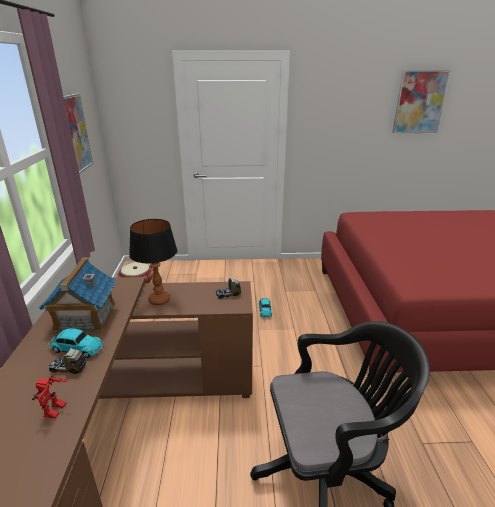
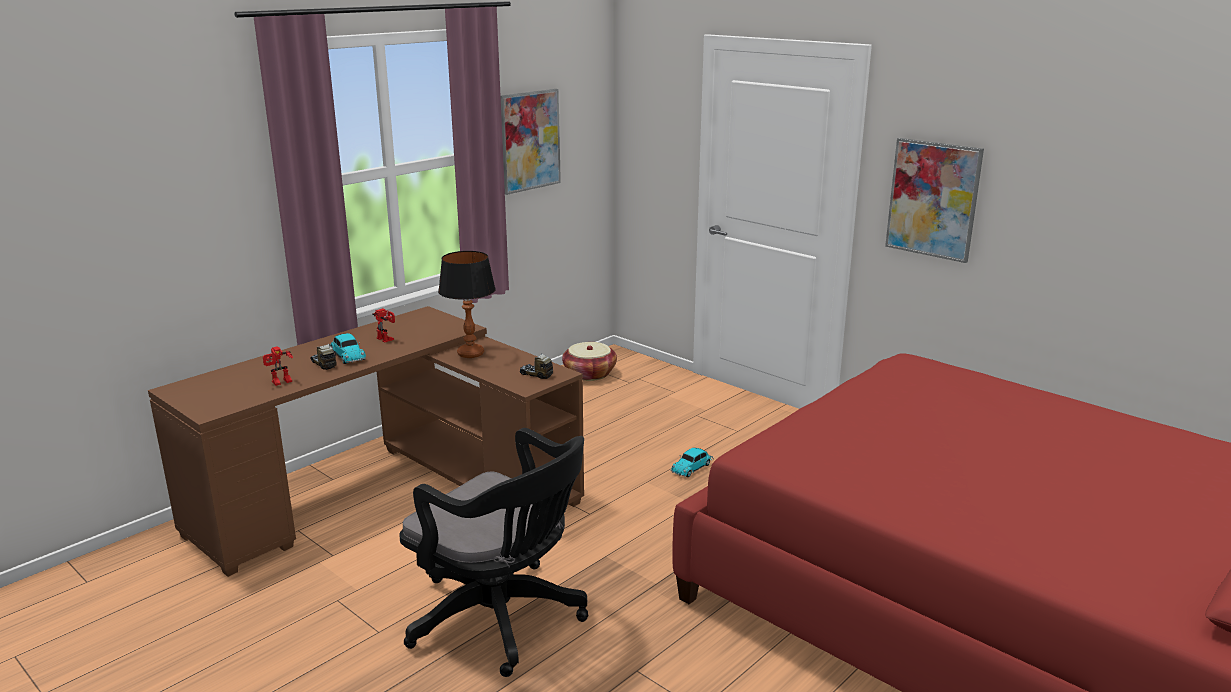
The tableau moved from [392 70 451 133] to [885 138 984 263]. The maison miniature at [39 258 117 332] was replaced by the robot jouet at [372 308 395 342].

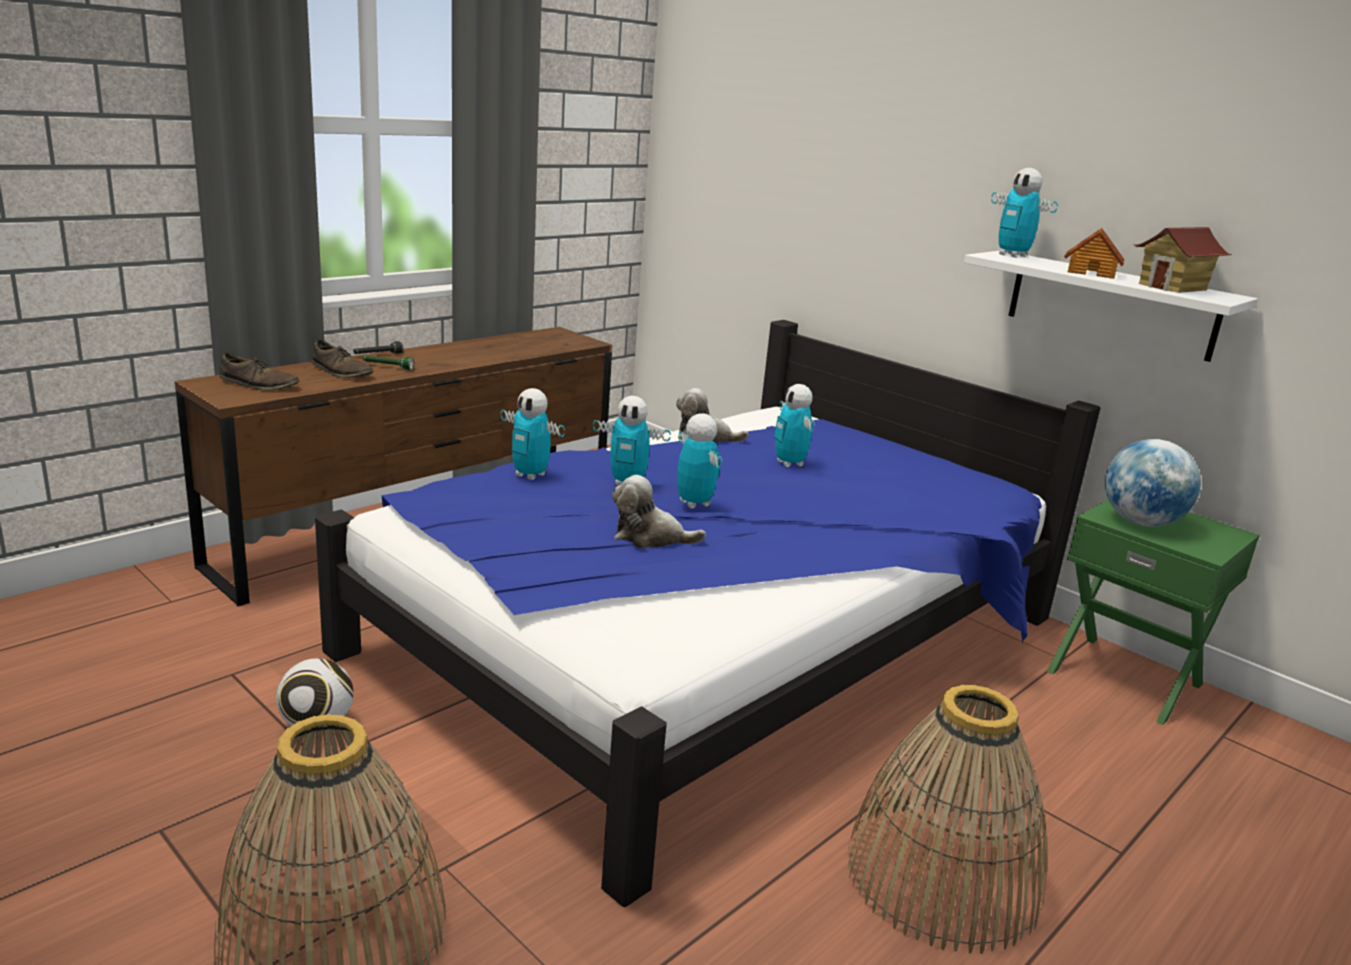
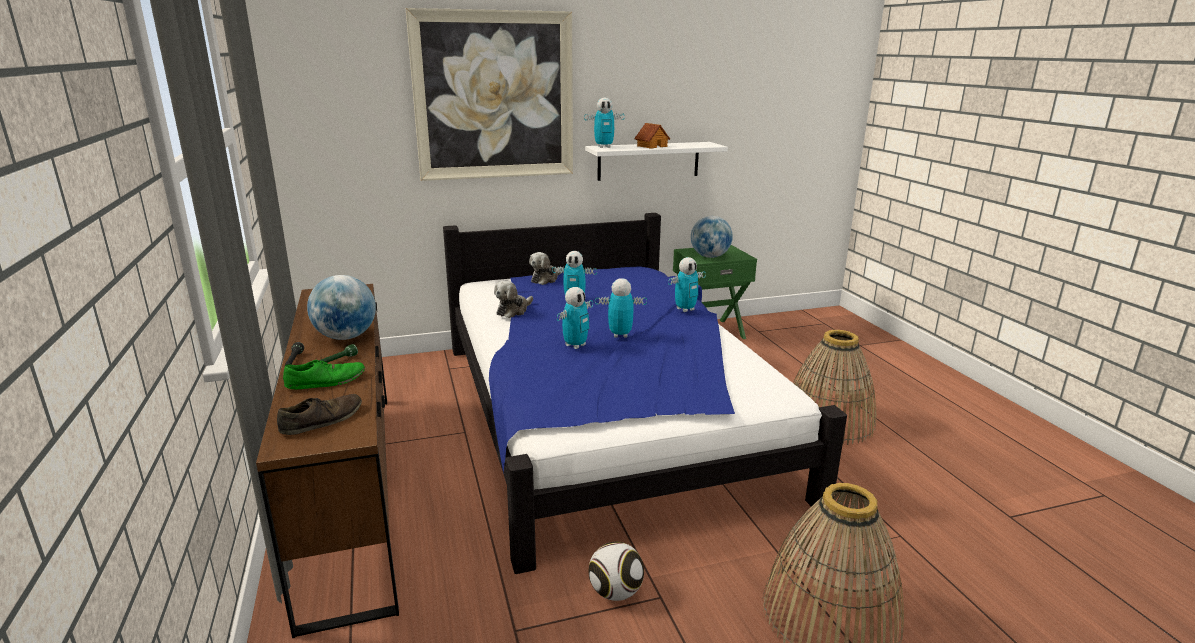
The maison miniature at [1133 227 1233 293] disappeared. The globe at [307 275 376 340] appeared. The tableau at [406 8 573 181] appeared. The robot jouet moved from [500 388 565 480] to [668 257 706 312]. The peluche moved from [612 475 706 549] to [529 252 561 285]. The chaussure [marron] at [311 339 373 378] became the chaussure [vert] at [283 360 365 390].

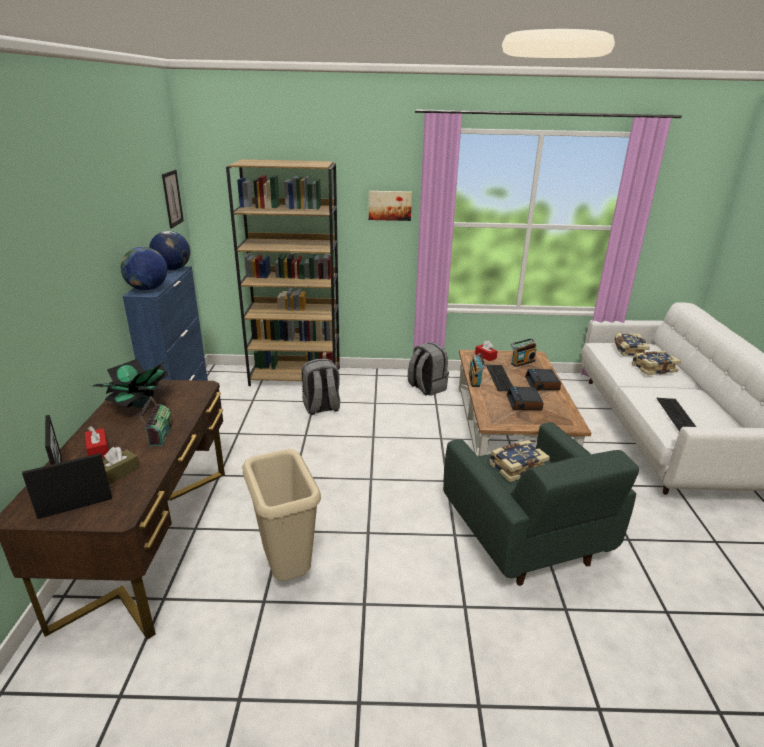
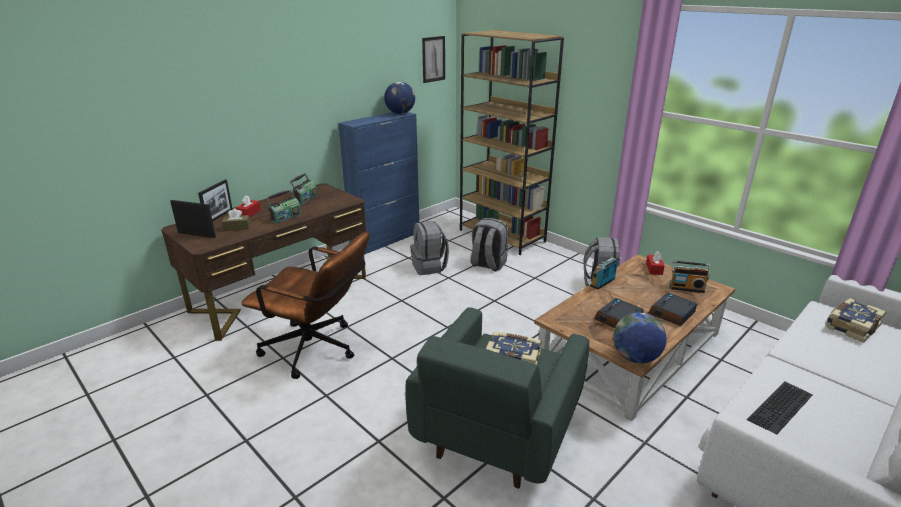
The tableau at [369 191 412 221] disappeared. The clavier at [486 365 513 391] disappeared. The livre at [632 351 681 375] disappeared. The sac à dos [gris] at [410 221 449 275] appeared. The globe moved from [121 247 167 291] to [613 313 667 363]. The plante en pot at [93 359 169 408] was replaced by the radio at [290 173 317 204]. The poubelle [beige] at [242 449 321 581] was replaced by the chaise de bureau [marron] at [242 231 370 379].

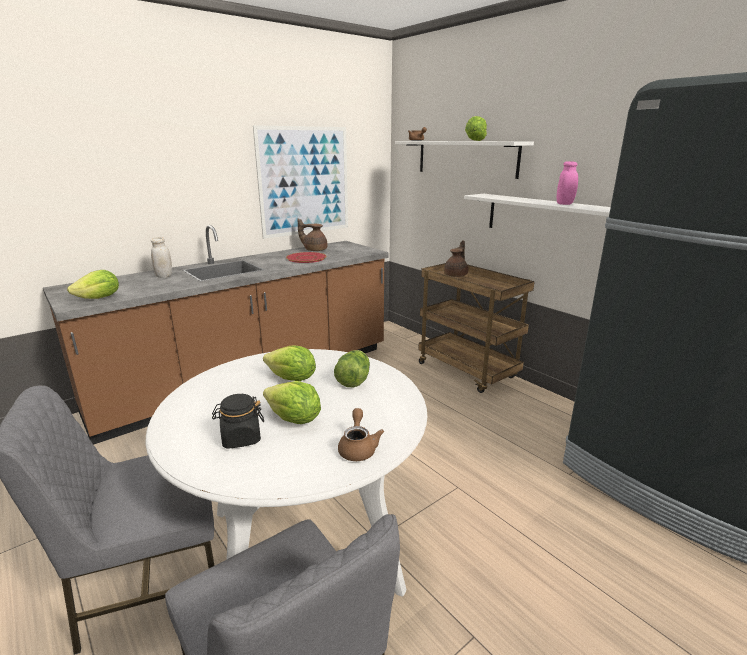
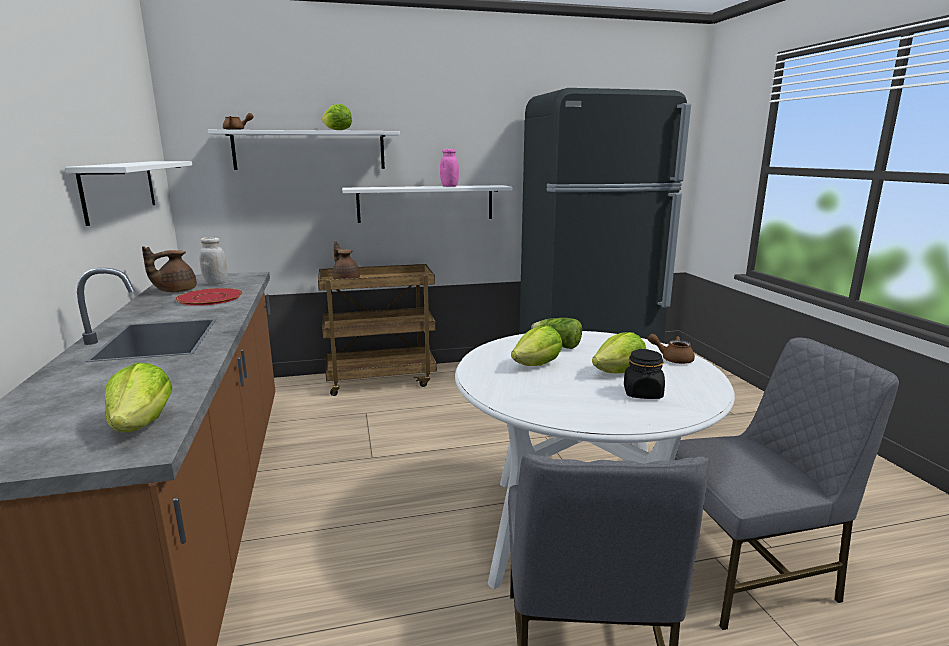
The bocal [blanc] moved from [151 237 172 278] to [199 237 227 285]. The tableau at [253 125 348 239] was replaced by the étagère [blanc] at [65 161 192 226].

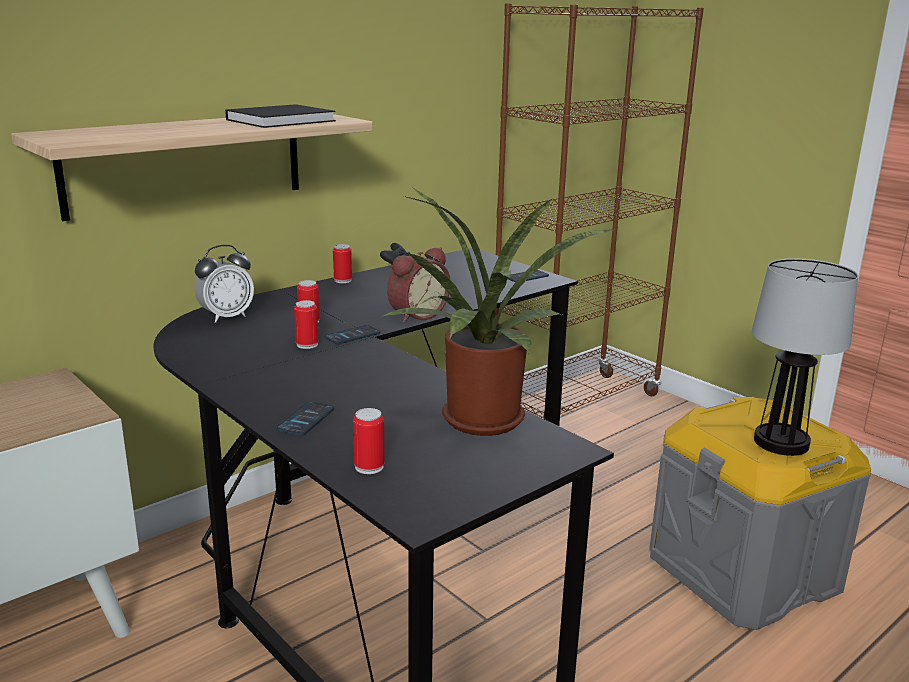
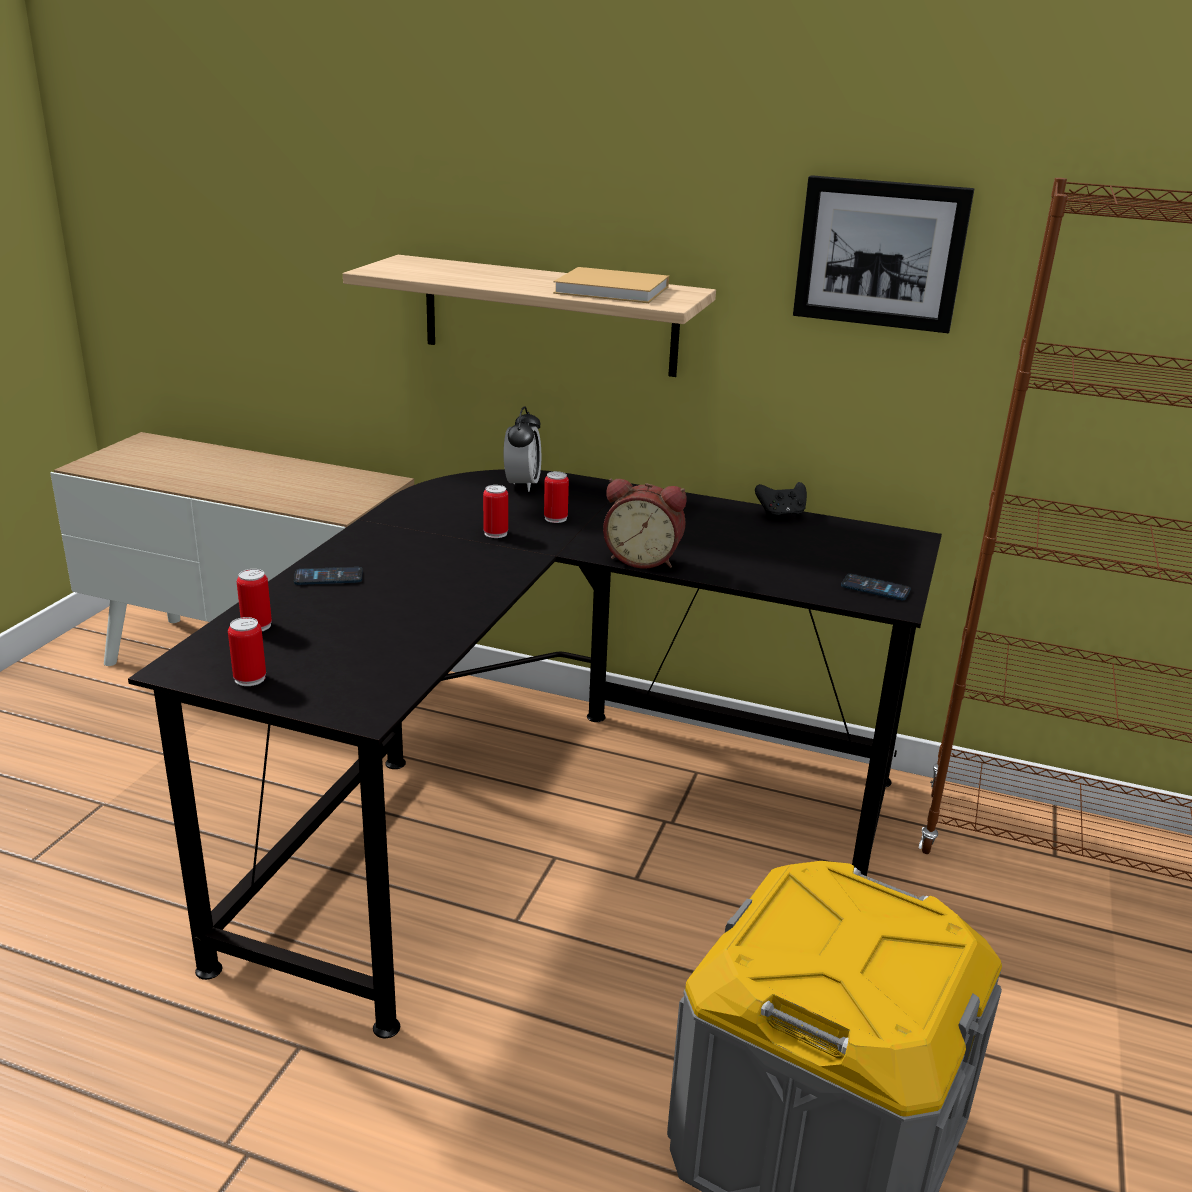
The téléphone at [324 325 380 344] disappeared. The plante en pot at [383 188 613 436] disappeared. The lampe de table at [752 258 858 456] disappeared. The tableau at [793 175 974 333] appeared. The boîte métallique moved from [333 244 352 283] to [228 617 266 686]. The livre [noir] at [225 104 336 128] became the livre [beige] at [553 267 669 303]. The réveil at [194 245 254 323] turned 105 degrees counterclockwise.

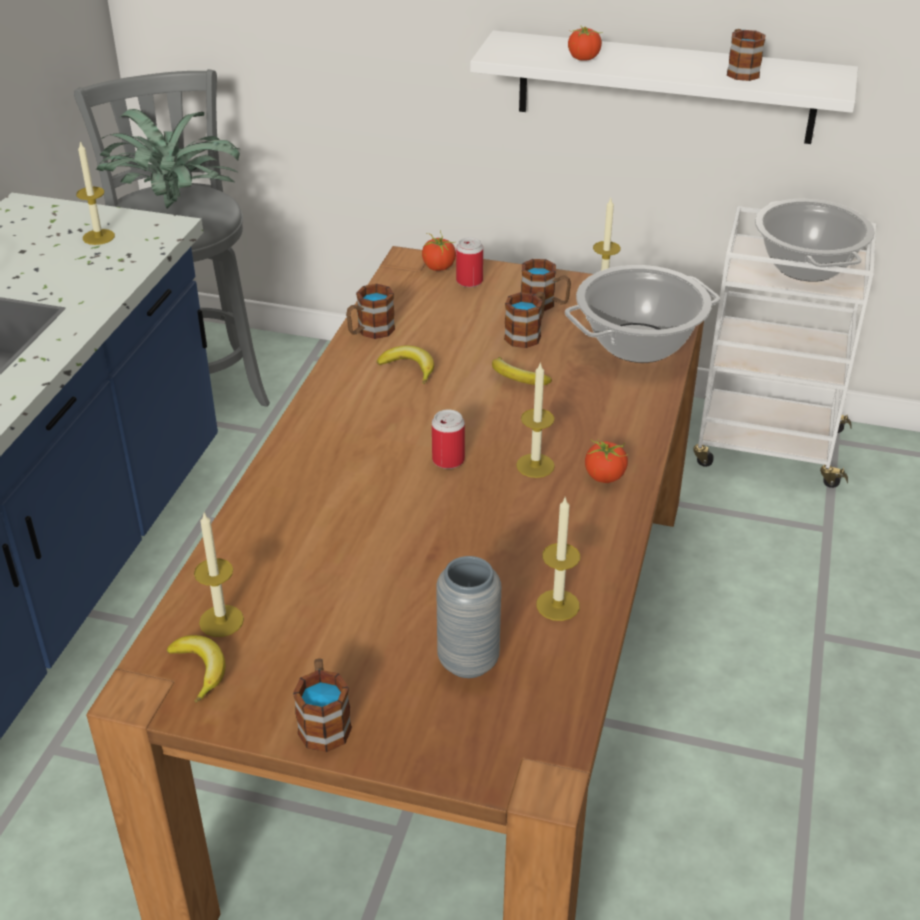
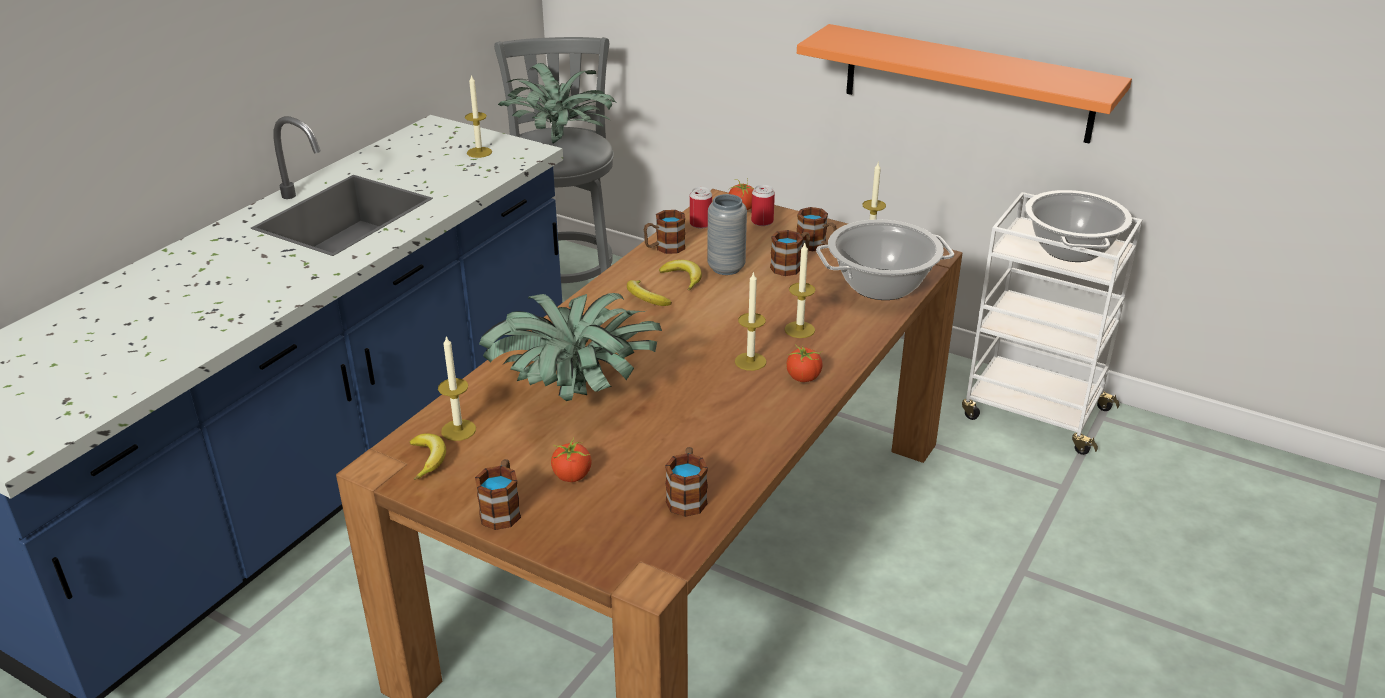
The plante en pot at [479 293 662 401] appeared. The boîte métallique moved from [432 409 465 469] to [690 187 712 229]. The vase [gris] moved from [436 556 501 678] to [707 194 747 275]. The banane moved from [492 357 552 385] to [627 280 672 306]. The bougie moved from [536 498 580 621] to [785 243 816 338]. The tomate moved from [568 26 603 61] to [551 437 592 482]. The mug moved from [727 29 765 81] to [665 447 708 517]. The étagère [blanc] at [470 30 858 144] became the étagère [orange] at [797 24 1132 144].

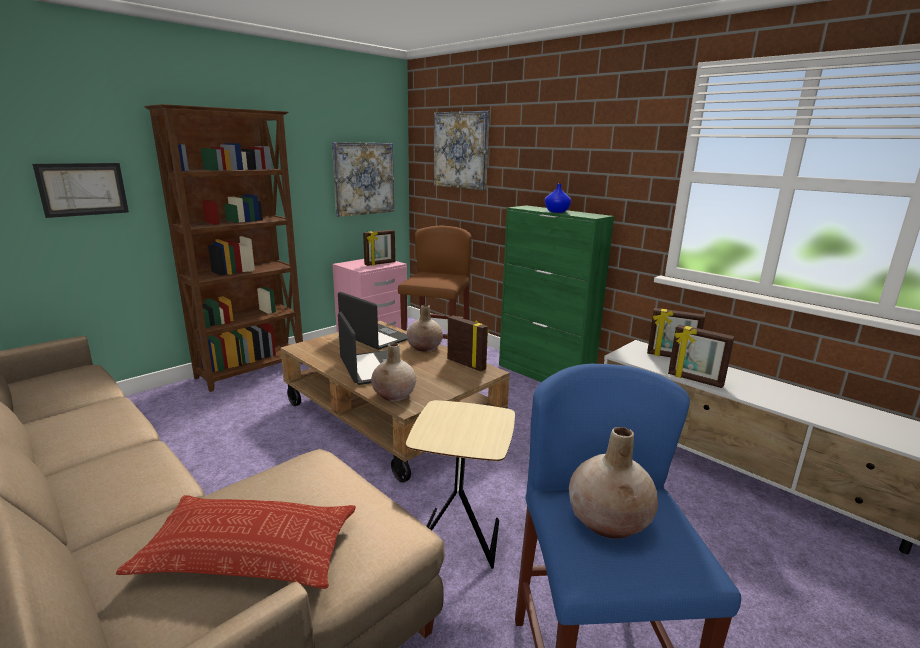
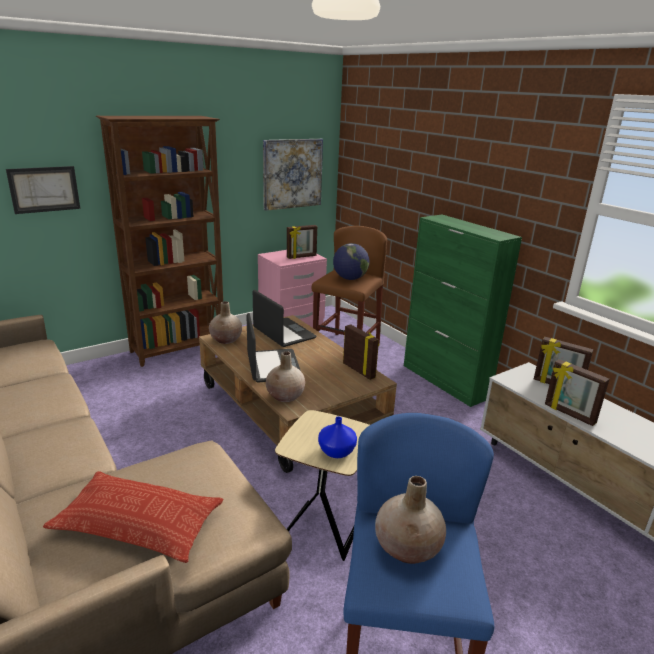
The tableau at [434 111 489 190] disappeared. The globe at [333 243 369 280] appeared. The vase [beige] moved from [407 305 443 352] to [209 301 242 344]. The vase [bleu] moved from [545 184 571 213] to [318 416 357 458].

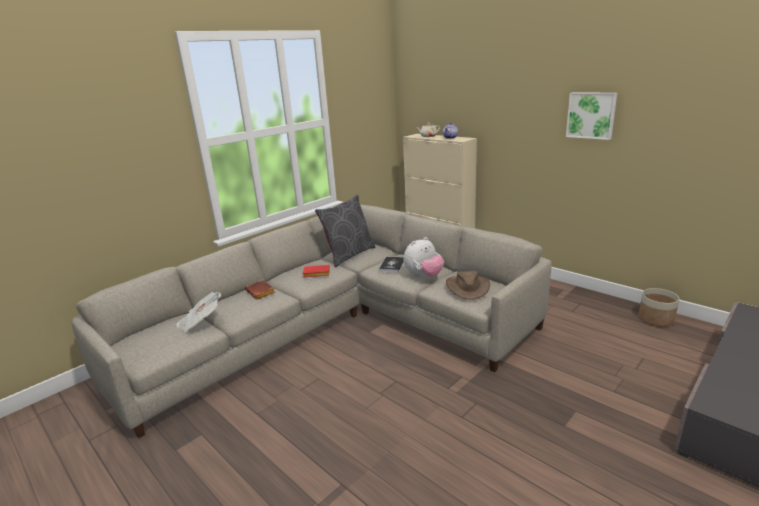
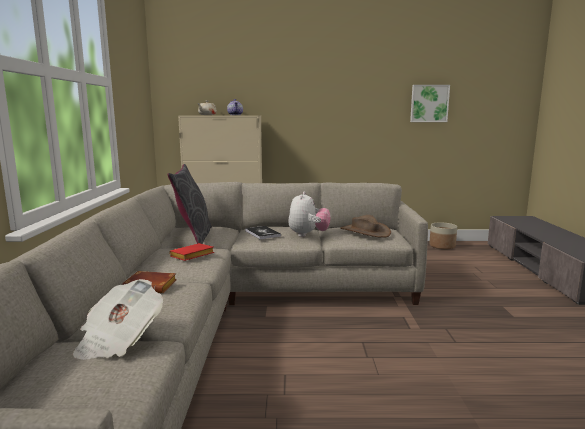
The tableau moved from [566 93 617 140] to [410 85 450 122].

